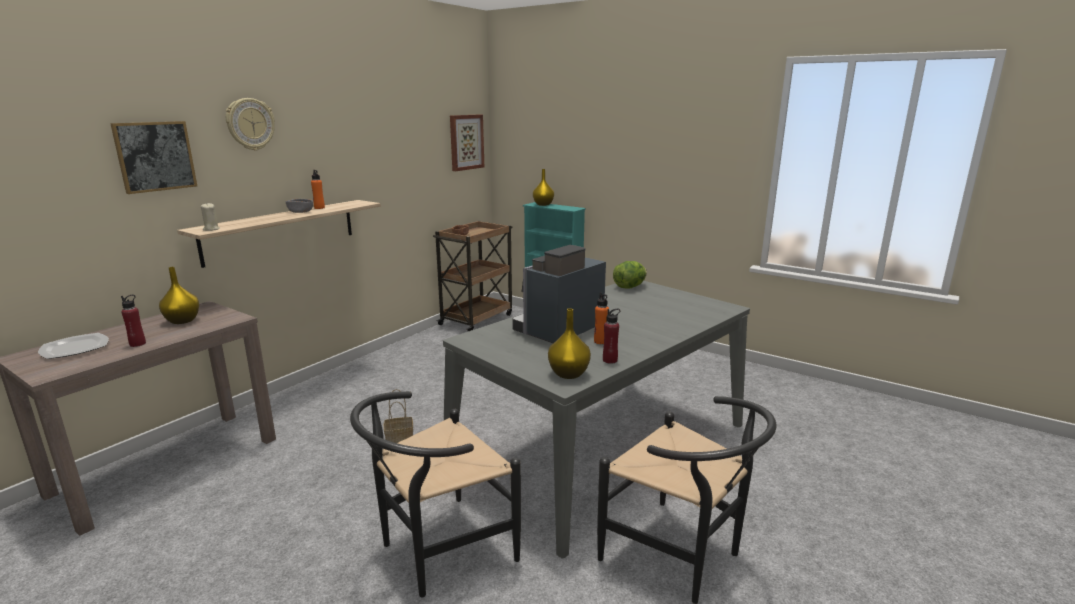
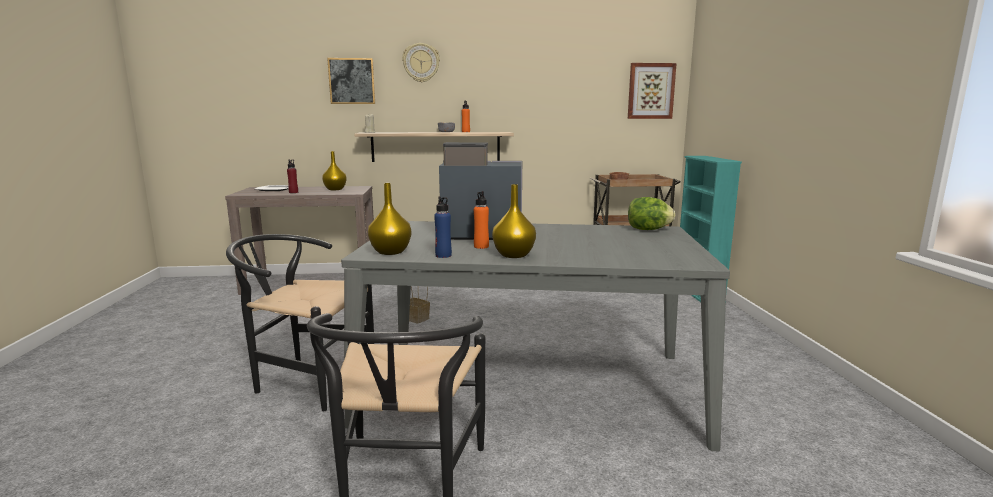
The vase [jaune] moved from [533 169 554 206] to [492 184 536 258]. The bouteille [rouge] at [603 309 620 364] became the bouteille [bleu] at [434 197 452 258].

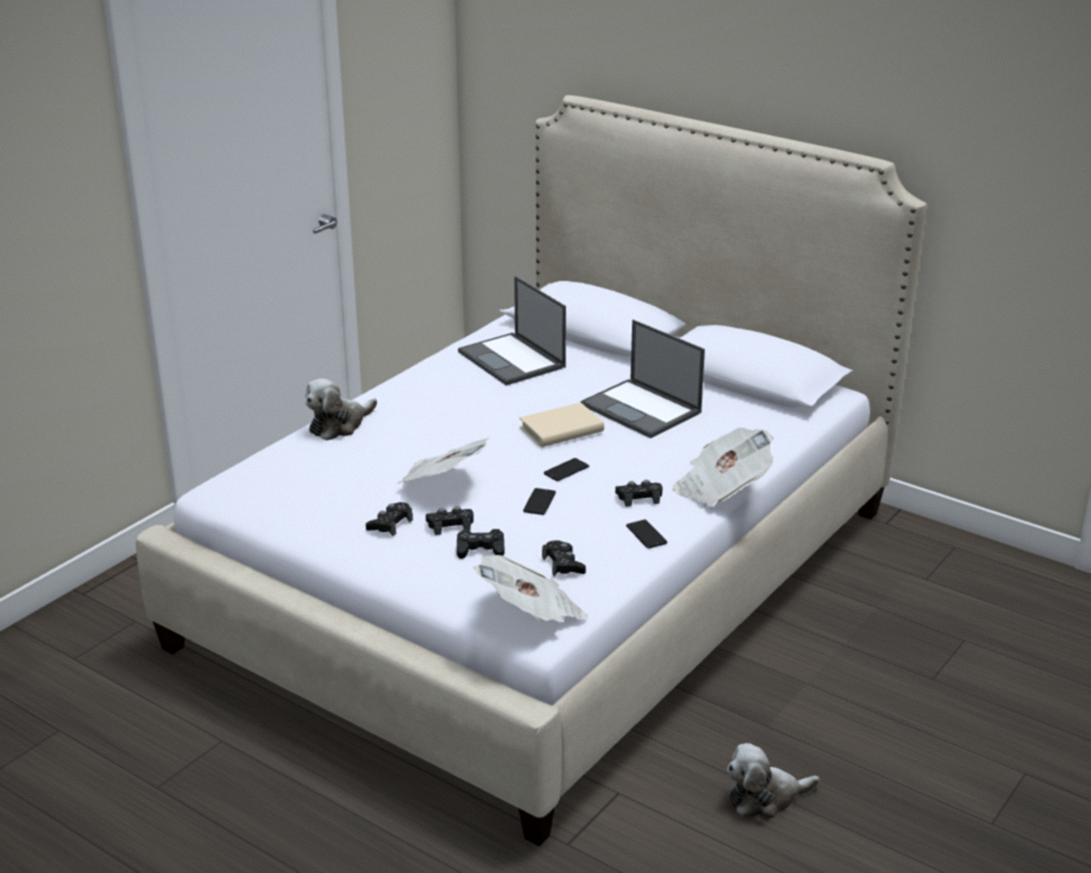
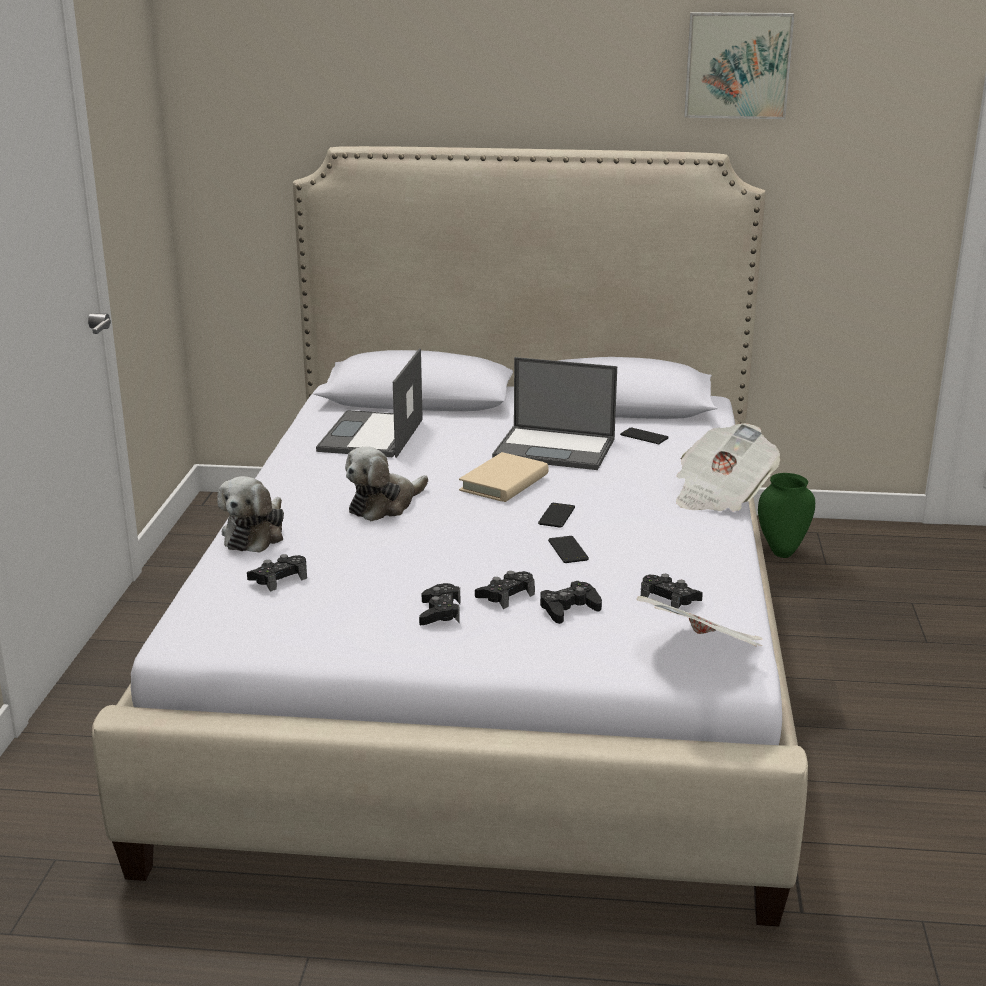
The journal at [397 438 489 484] disappeared. The tableau at [684 12 794 119] appeared. The vase [vert] at [758 473 815 558] appeared. The manette [noir] moved from [615 480 663 507] to [247 554 307 592]. The téléphone moved from [626 520 667 549] to [620 428 668 444]. The peluche moved from [727 743 820 819] to [345 446 428 521]. The ordinateur portable at [458 276 566 386] turned 75 degrees clockwise.

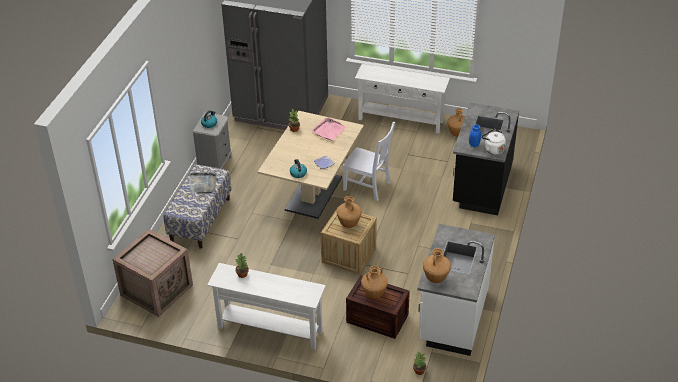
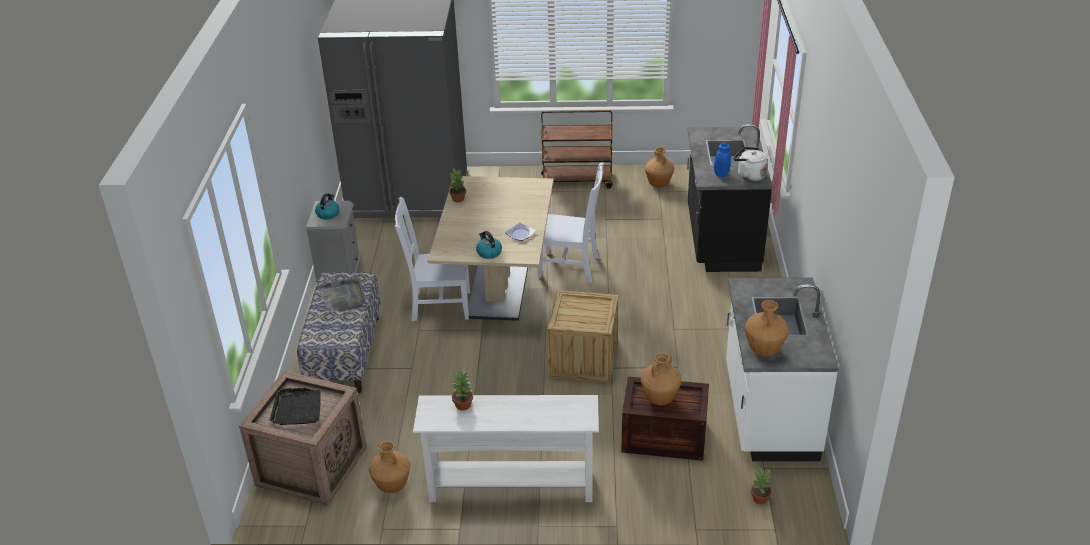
The plateau [rose] at [312 118 346 141] disappeared. The plateau [noir] at [270 388 321 425] appeared. The chaise [blanc] at [395 197 470 321] appeared. The vase [marron] moved from [337 196 362 228] to [368 441 410 493]. The table console [blanc] at [355 64 450 134] was replaced by the chariot [marron] at [541 110 613 189].

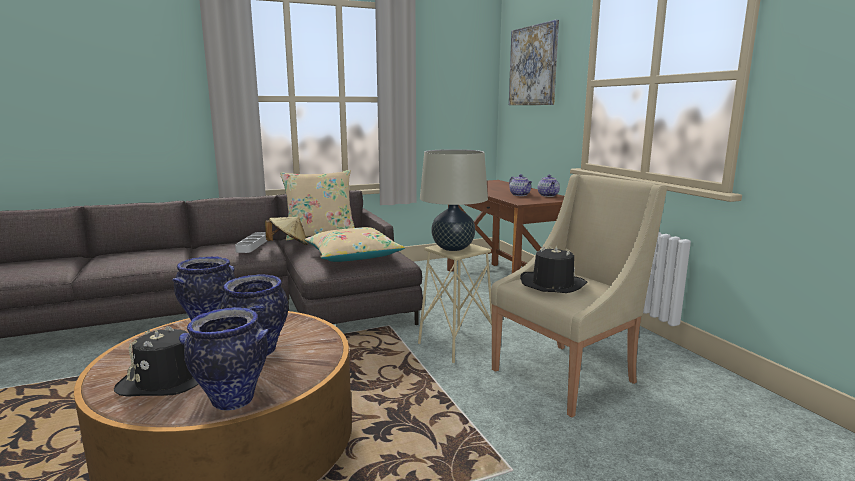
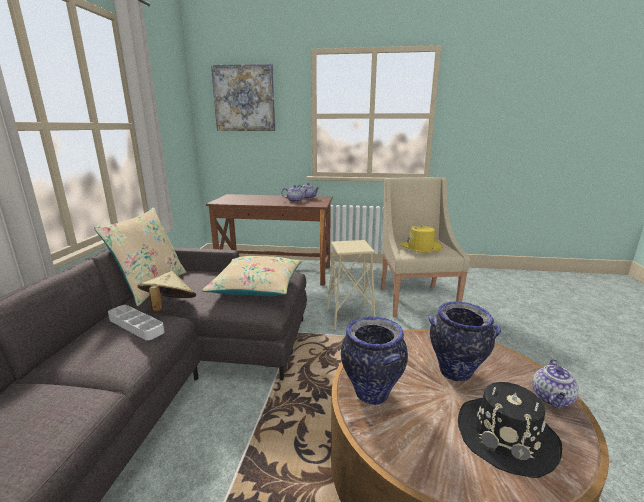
The lampe de table [beige] at [420 149 488 251] disappeared. The vase at [179 307 269 411] was replaced by the théière at [532 359 579 408]. The chapeau [noir] at [520 245 588 293] became the chapeau [jaune] at [400 224 443 253].

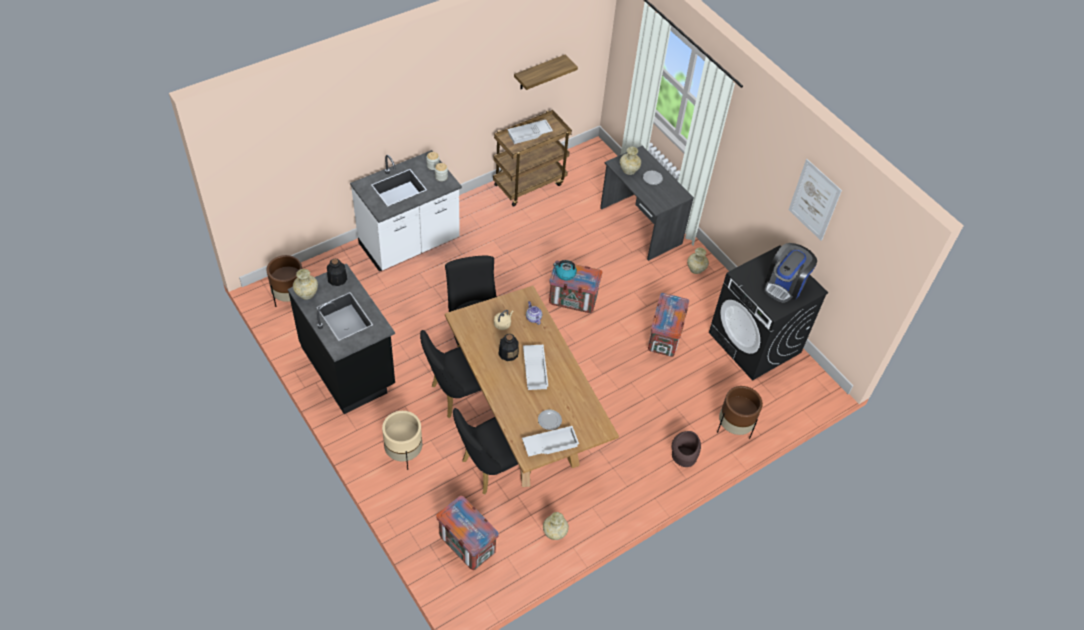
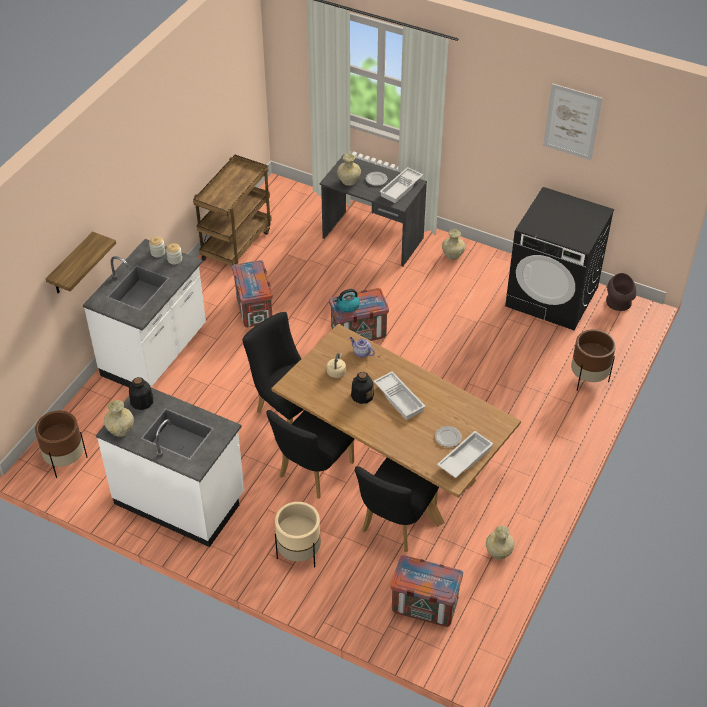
The machine à café at [764 243 817 303] disappeared. The plateau [blanc] moved from [507 120 553 144] to [380 167 423 203]. The étagère moved from [514 55 578 90] to [46 231 116 293]. The caisse moved from [648 293 689 357] to [232 260 273 328]. The vase [marron] moved from [672 431 701 467] to [606 273 636 311]. The comptoir de cuisine [noir] at [288 263 395 414] became the comptoir de cuisine [blanc] at [96 388 244 547].

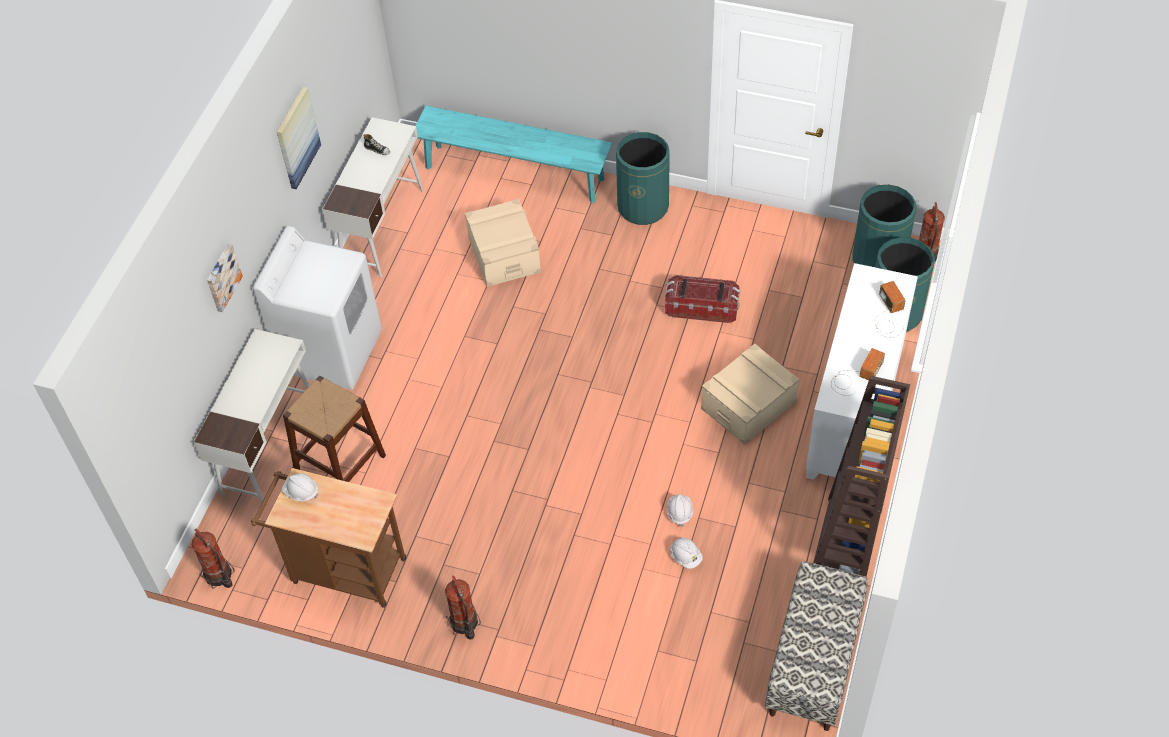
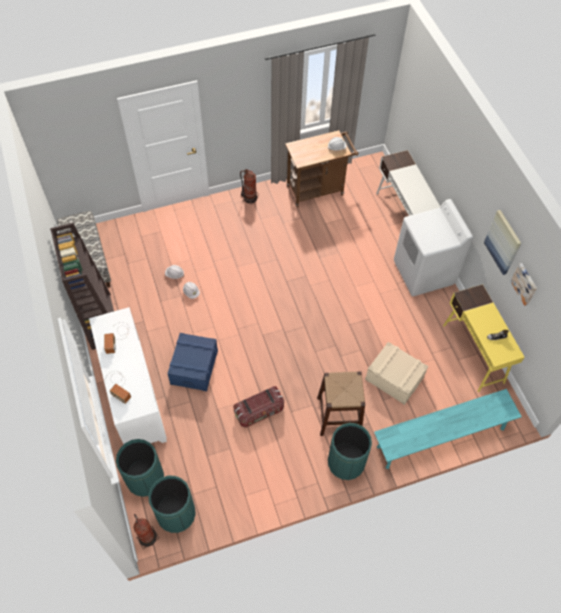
The extincteur at [191 529 235 588] disappeared. The tableau moved from [207 244 243 312] to [510 263 537 306]. The tabouret [marron] moved from [283 375 386 482] to [317 372 365 436]. The bureau [blanc] at [322 117 424 277] became the bureau [jaune] at [443 284 525 392]. The boîte de rangement [beige] at [701 344 799 445] became the boîte de rangement [bleu] at [167 333 218 391].

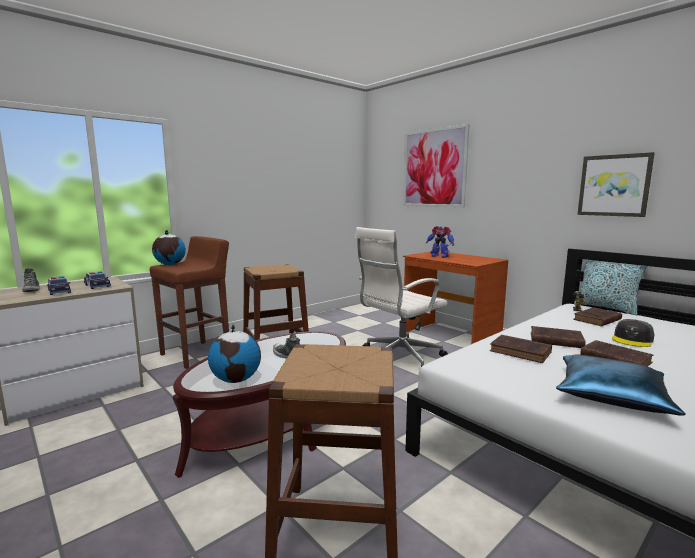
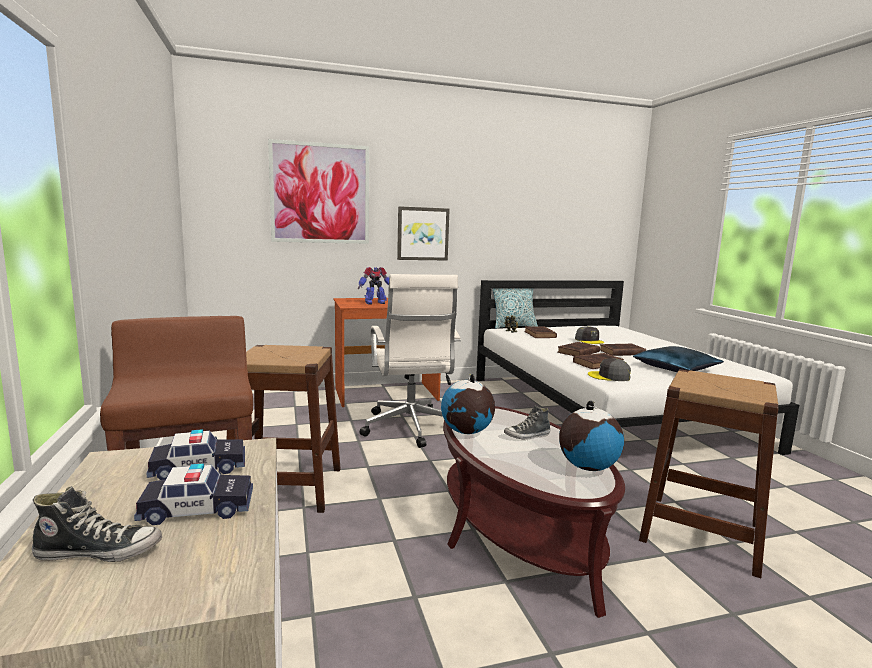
The casquette [gris] at [588 358 631 381] appeared. The globe moved from [152 230 186 265] to [441 374 495 434]. The tableau moved from [577 152 655 217] to [397 206 450 261].

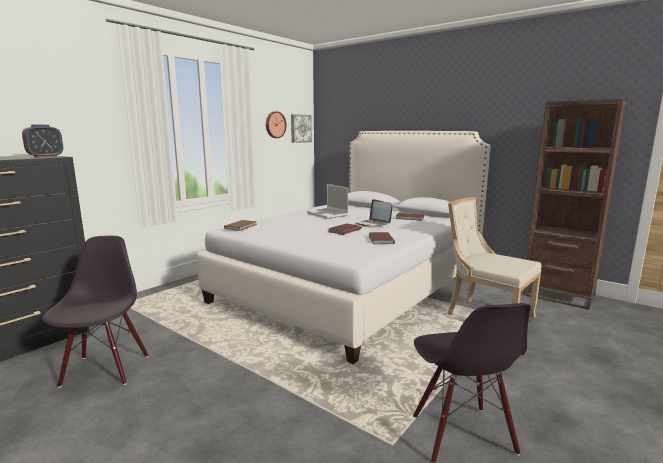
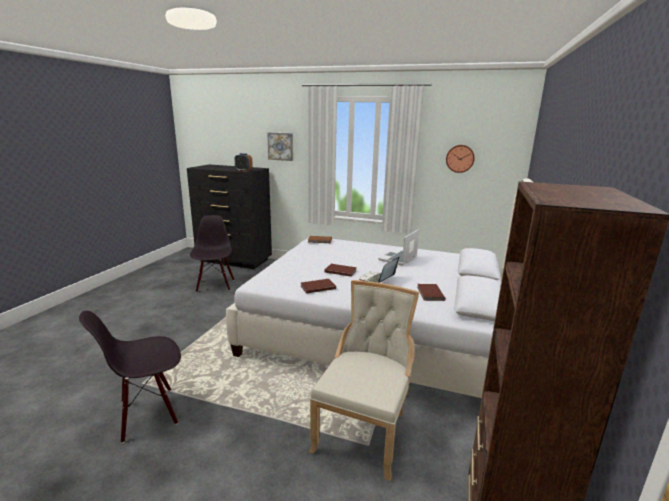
The tableau moved from [291 114 312 143] to [267 132 293 161]. The chaise [noir] at [42 236 148 388] turned 75 degrees counterclockwise.

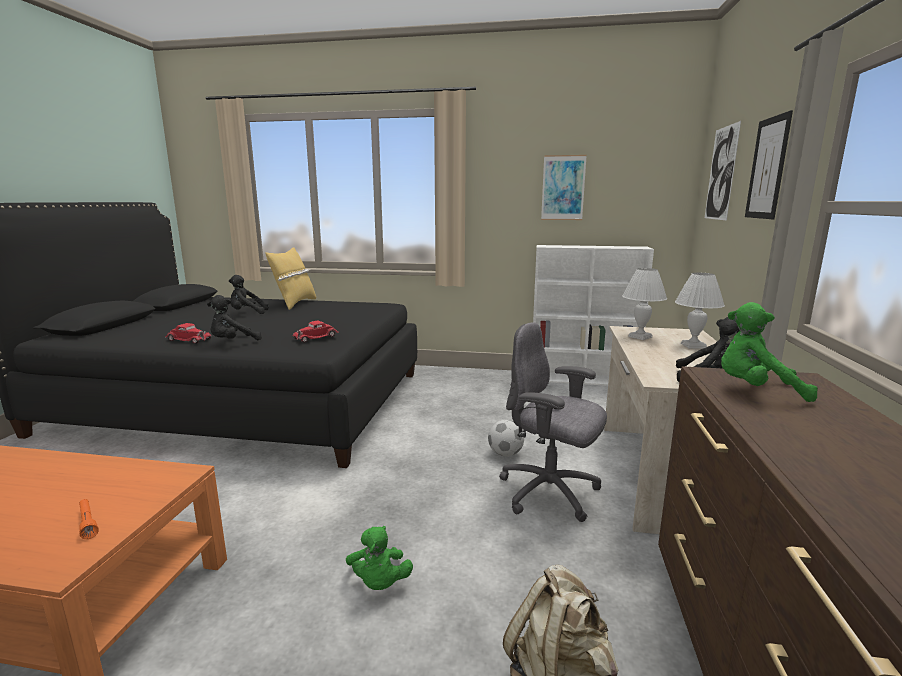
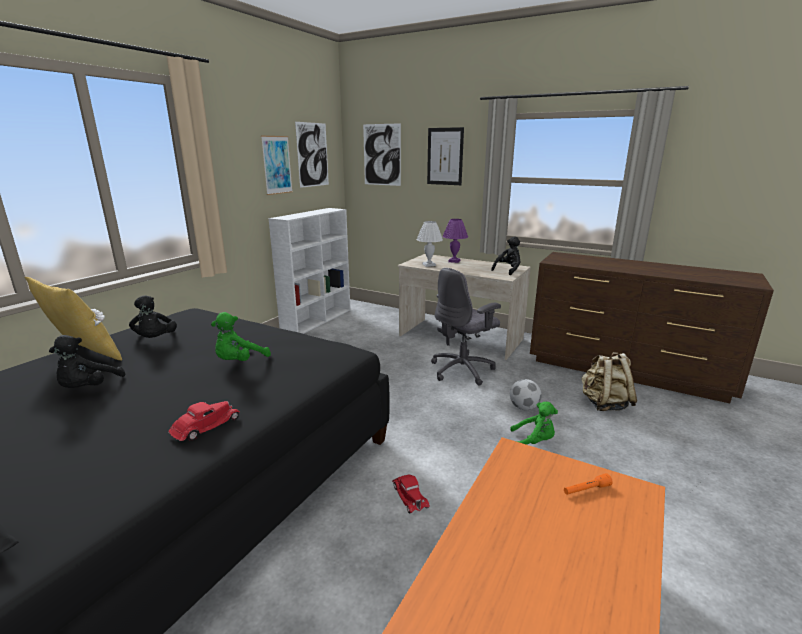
The tableau at [295 122 329 188] appeared. The peluche [noir] moved from [207 295 262 340] to [129 295 177 338]. The petite voiture [rouge] moved from [293 320 339 343] to [392 475 430 514]. The ballon de foot moved from [488 420 524 456] to [510 379 542 410]. The peluche [vert] moved from [721 302 818 402] to [211 312 271 361]. The lampe de table [blanc] at [675 273 725 349] became the lampe de table [violet] at [443 219 468 263].

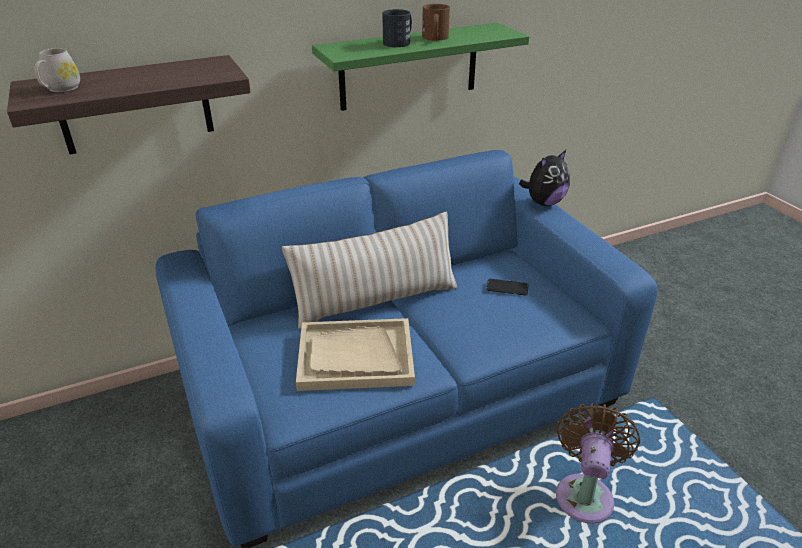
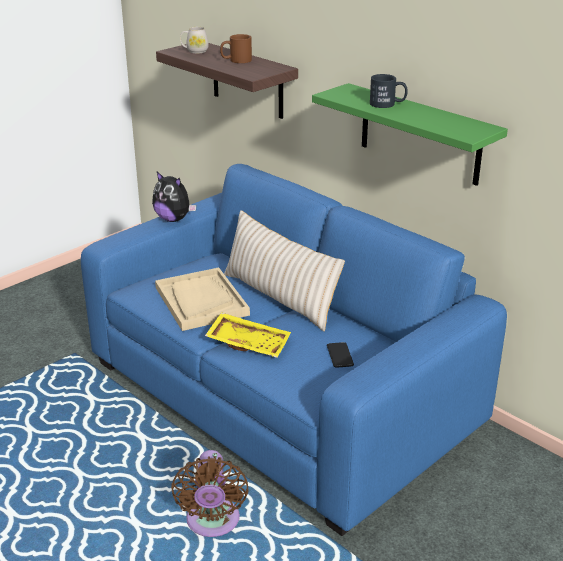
The plateau [jaune] at [205 312 291 358] appeared. The mug [marron] moved from [422 4 450 40] to [220 34 252 63]. The peluche moved from [519 150 570 206] to [152 172 197 222]. The ventilateur [marron] at [556 403 640 523] turned 90 degrees clockwise.

